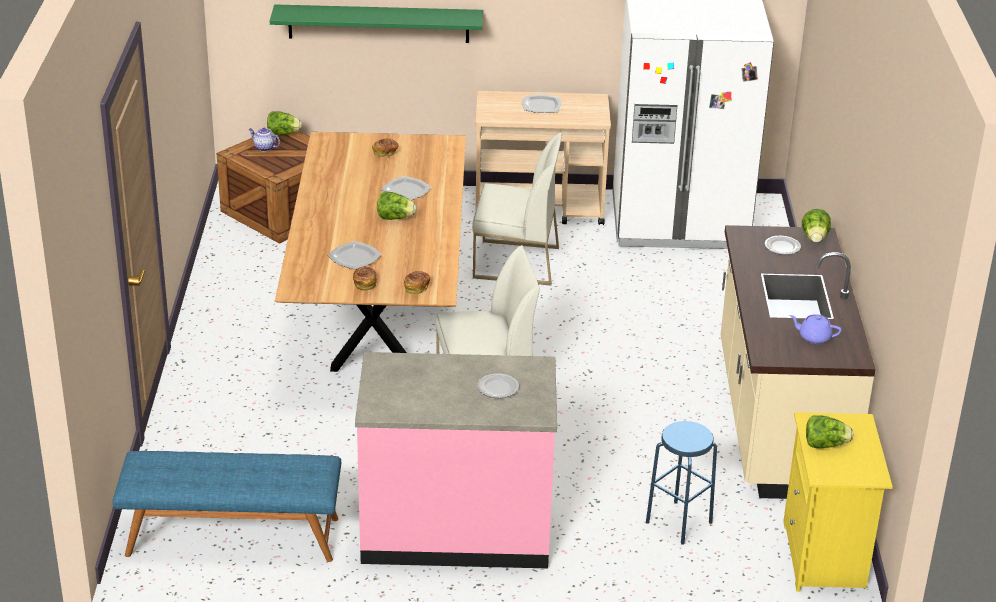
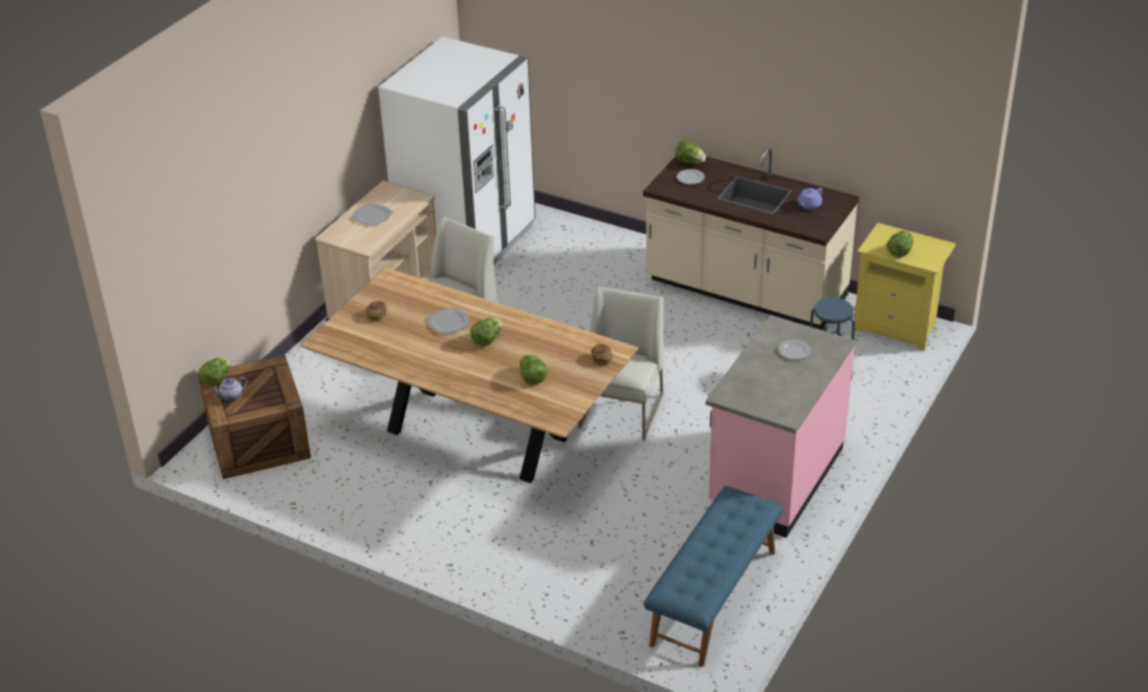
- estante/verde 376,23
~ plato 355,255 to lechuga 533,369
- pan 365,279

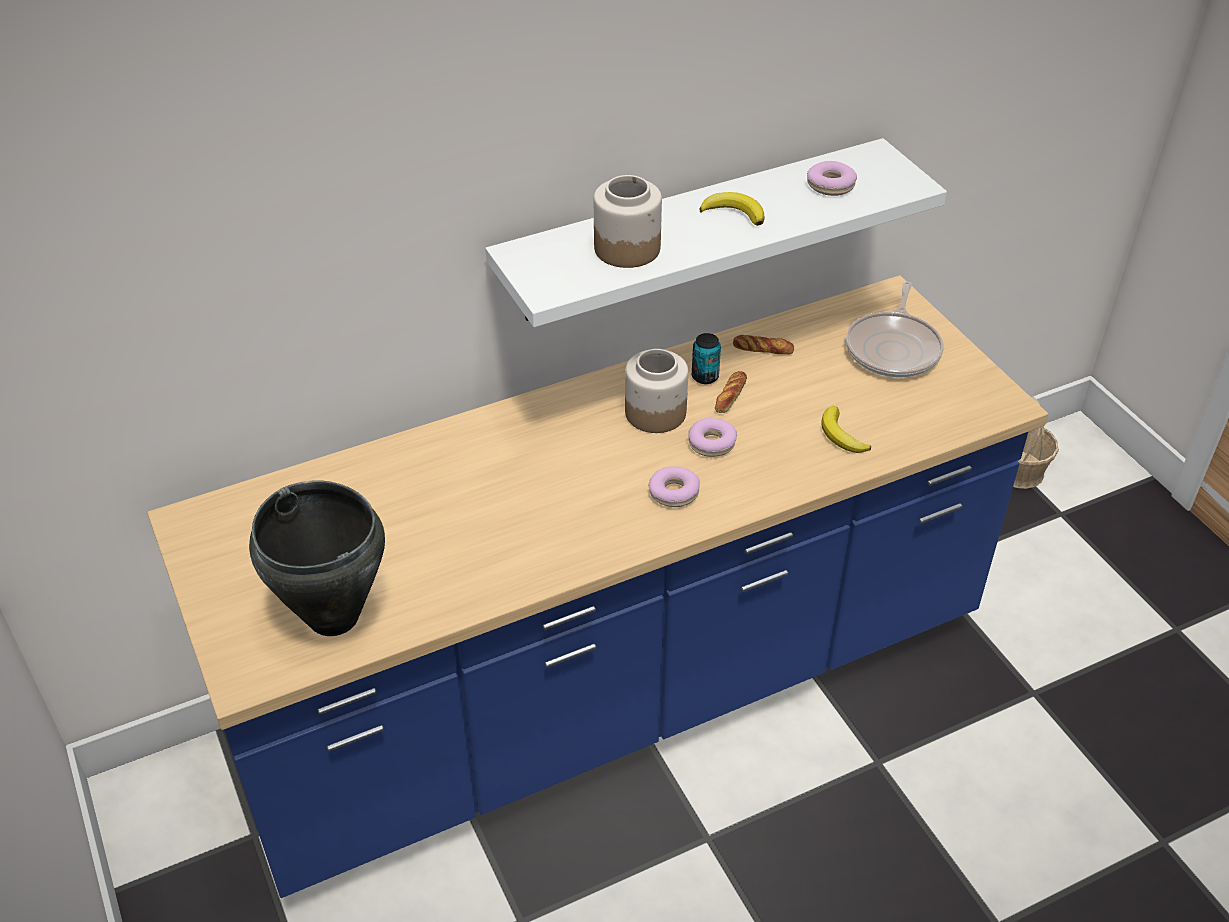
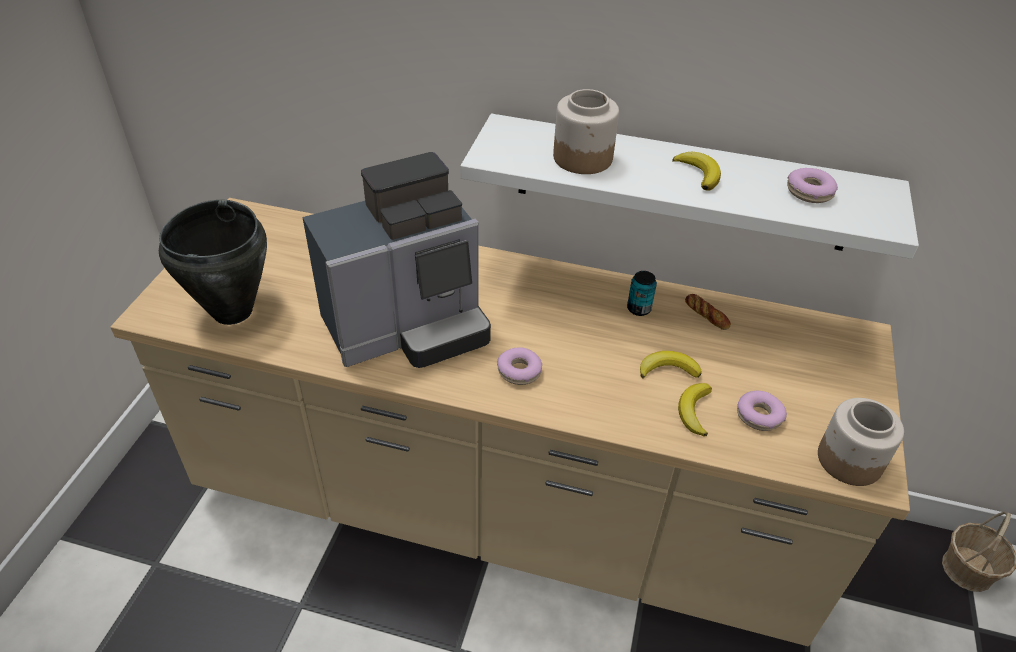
~ mueble bajo de cocina/azul 597,586 to mueble bajo de cocina/beis 510,422
- sartén 895,329
~ tarro 656,391 to 861,442
- pan 731,392
~ rosquilla 712,437 to 762,411
+ cafetera 396,260
+ plátano 671,365

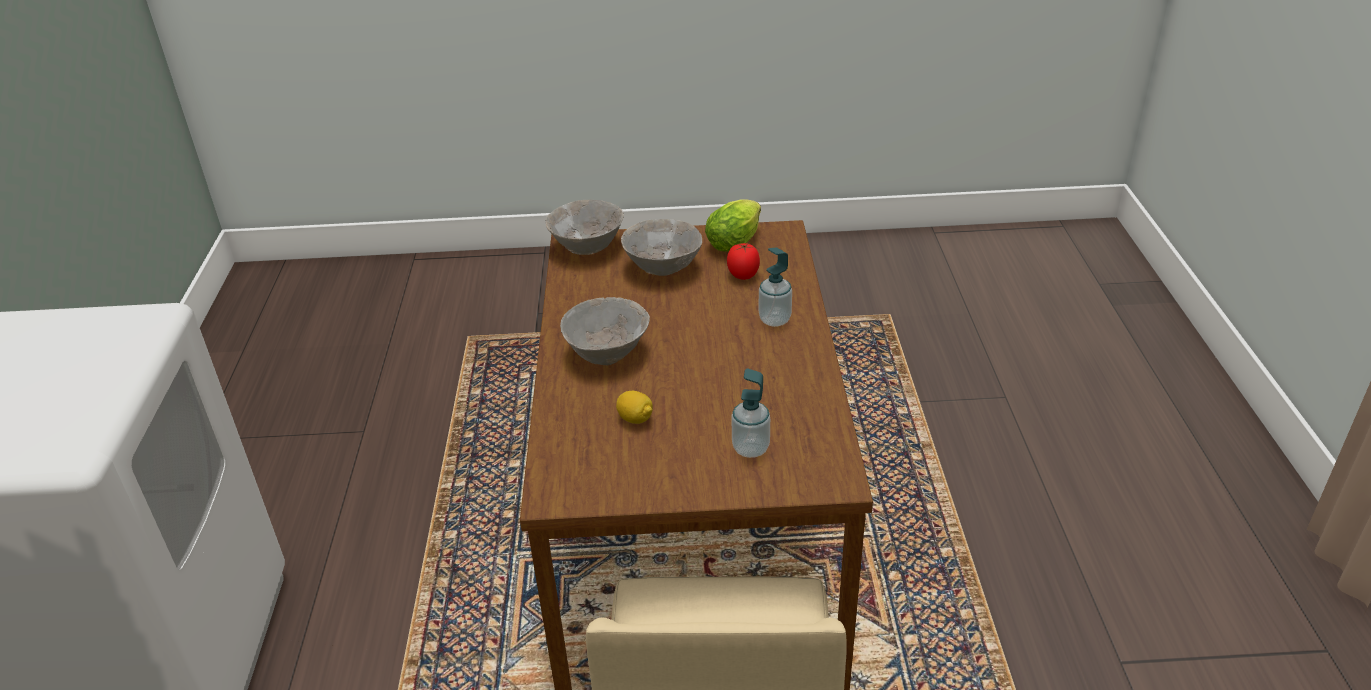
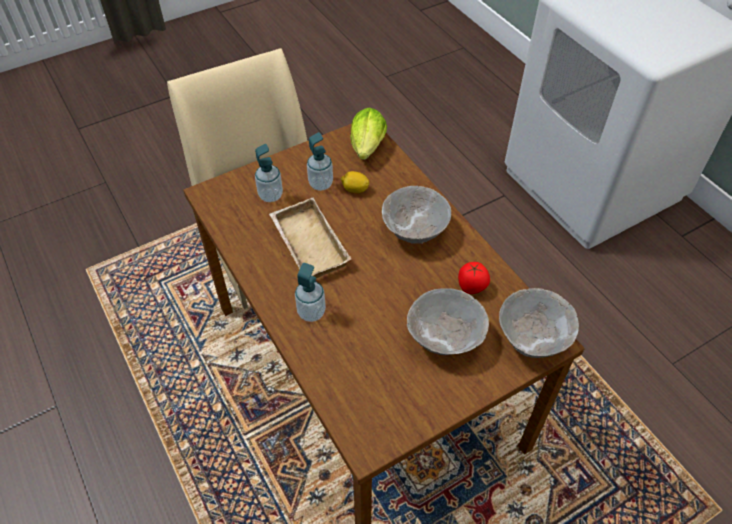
~ lechuga 733,225 to 368,134
~ tomate 743,261 to 474,278
+ dispensador de jabón 320,161
+ bandeja/beis 310,238

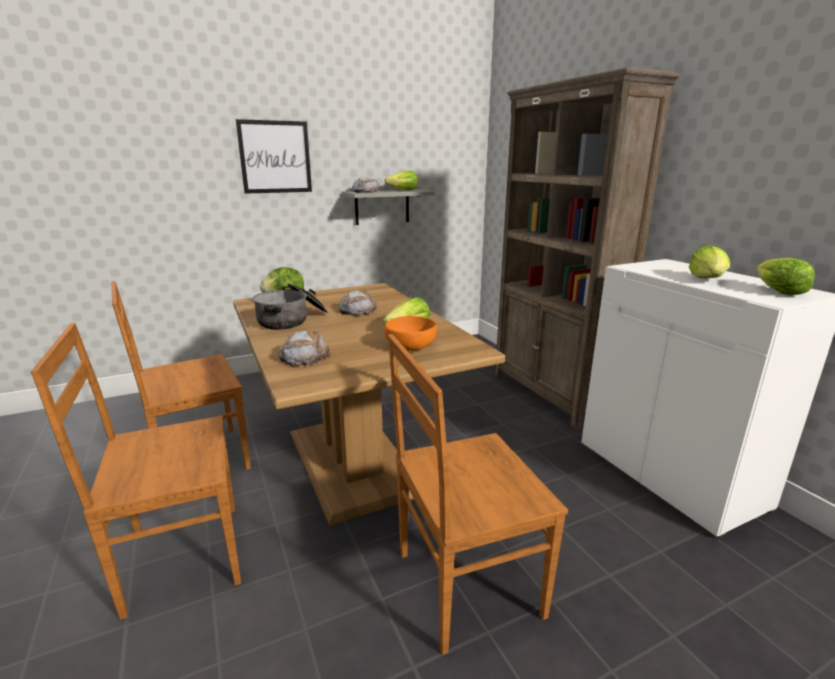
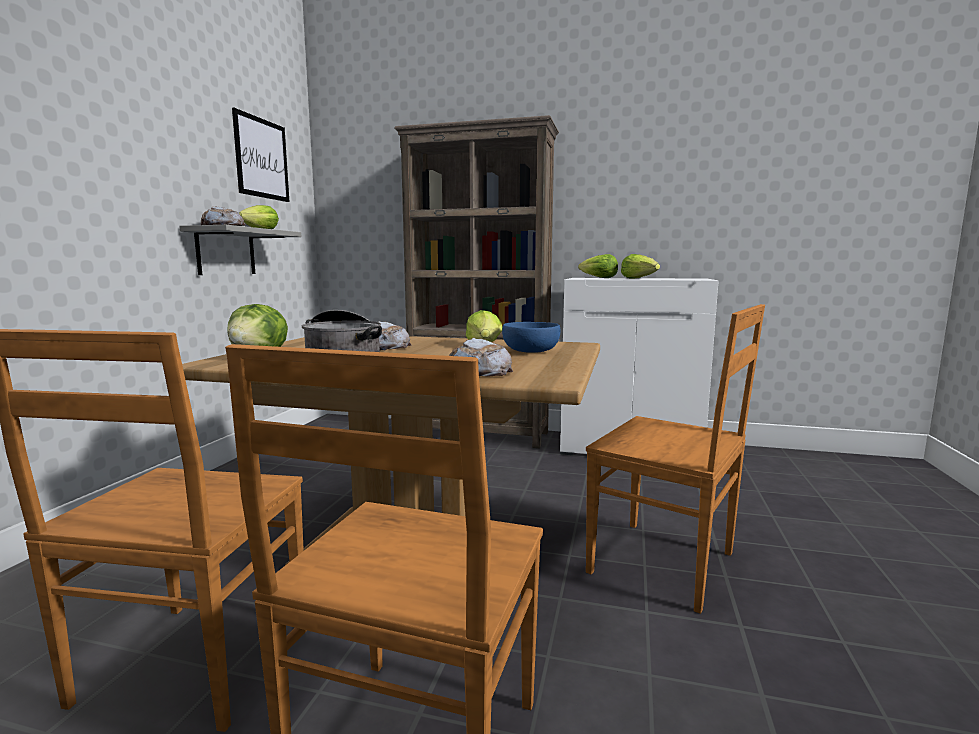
~ cuadro 274,156 to 260,155
~ lechuga 786,277 to 598,266
~ cuenco/naranja 410,333 to cuenco/azul 531,337
~ silla/marrón 478,494 = 675,459 75 degrees counterclockwise

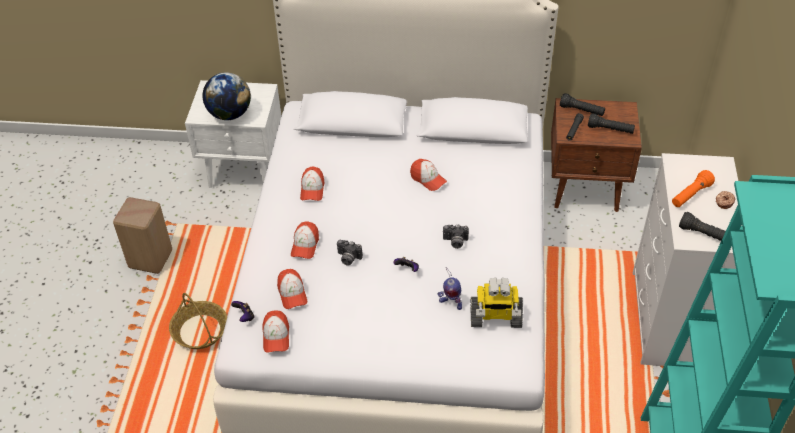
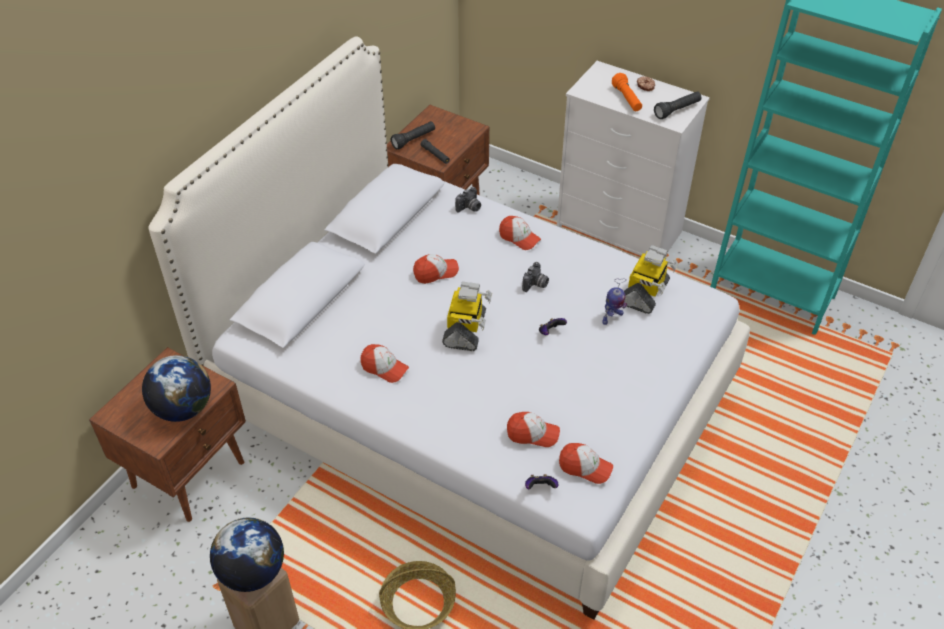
~ mesita de noche/blanco 233,134 to mesita de noche/marrón 167,434
- linterna/negro 611,123
~ gorra 305,240 to 520,233
~ cámara 350,253 to 468,200
+ robot de juguete 467,316
+ globo terráqueo 247,555

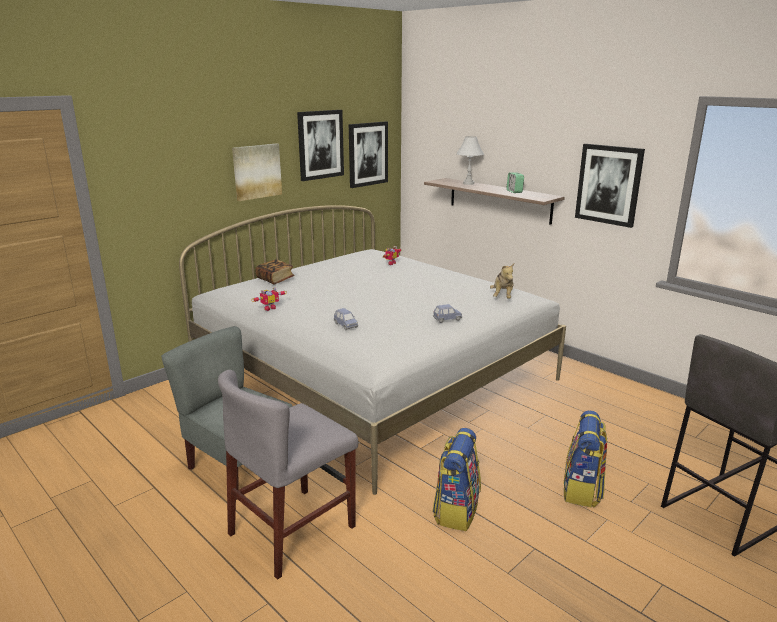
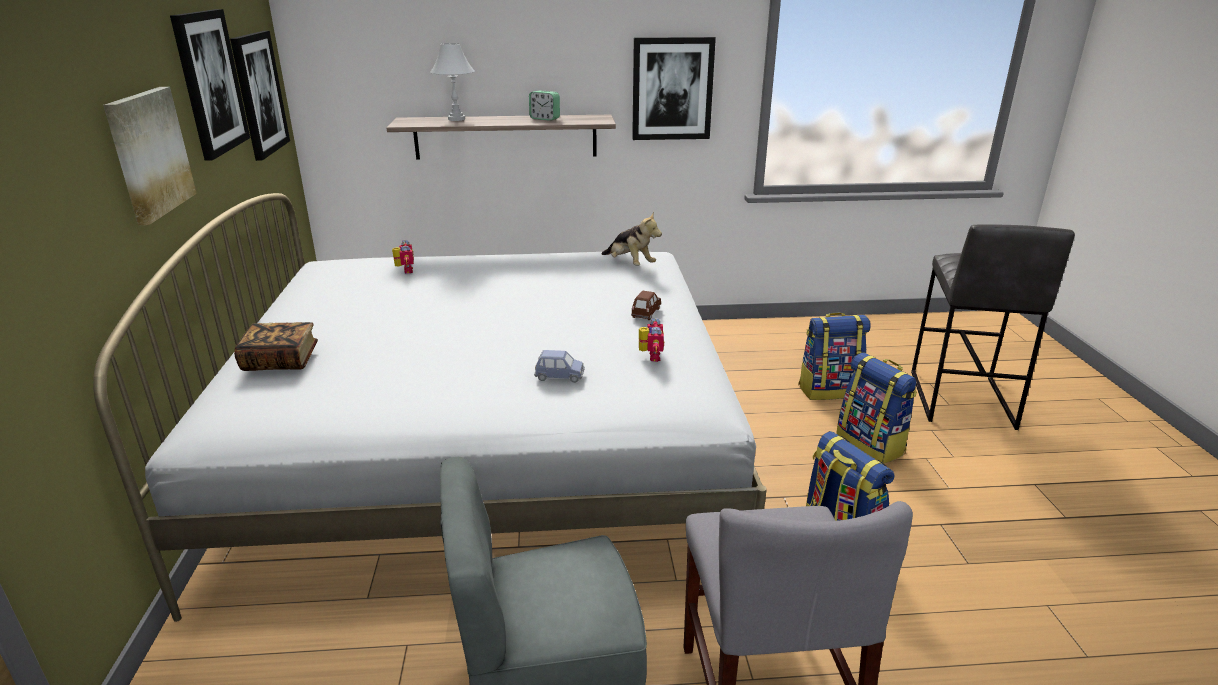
~ robot de juguete 269,299 to 651,340
~ coche de juguete/azul 447,313 to coche de juguete/marrón 646,305
+ mochila 834,356

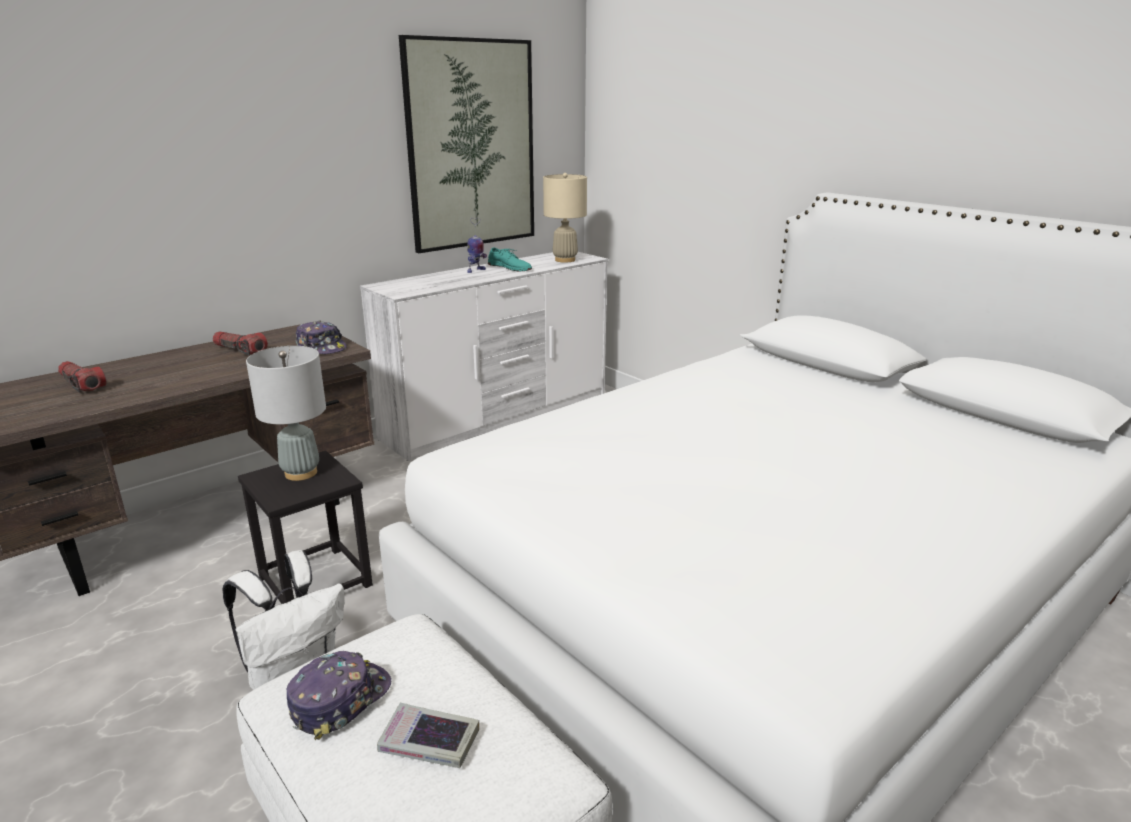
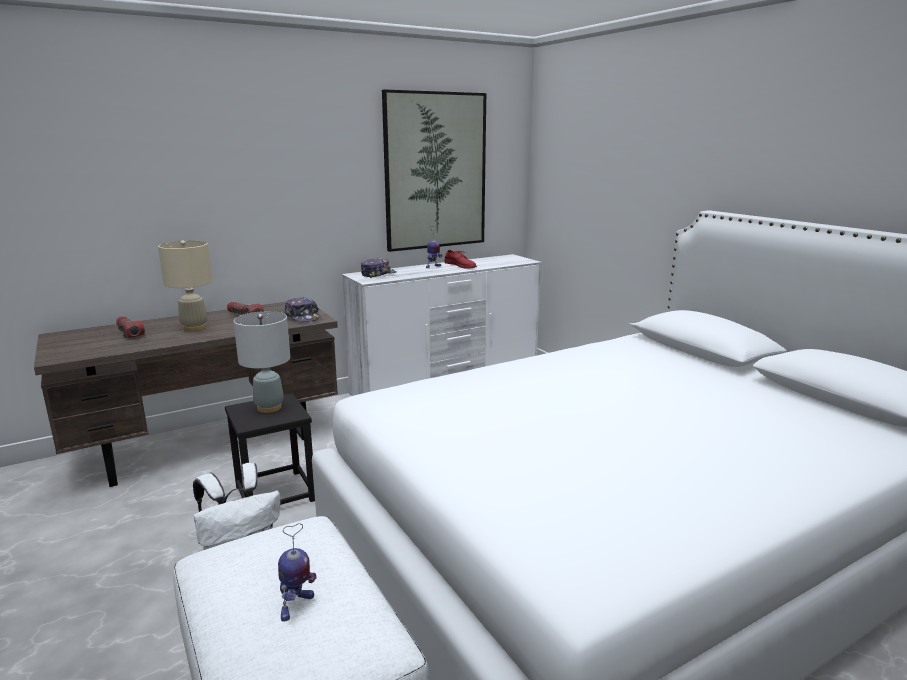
~ lámpara de mesa/beis 565,218 to 185,285
~ zapato/turquesa 510,259 to zapato/rojo 460,259
~ gorra 339,695 to 379,268
~ libro 428,735 to robot de juguete 297,572

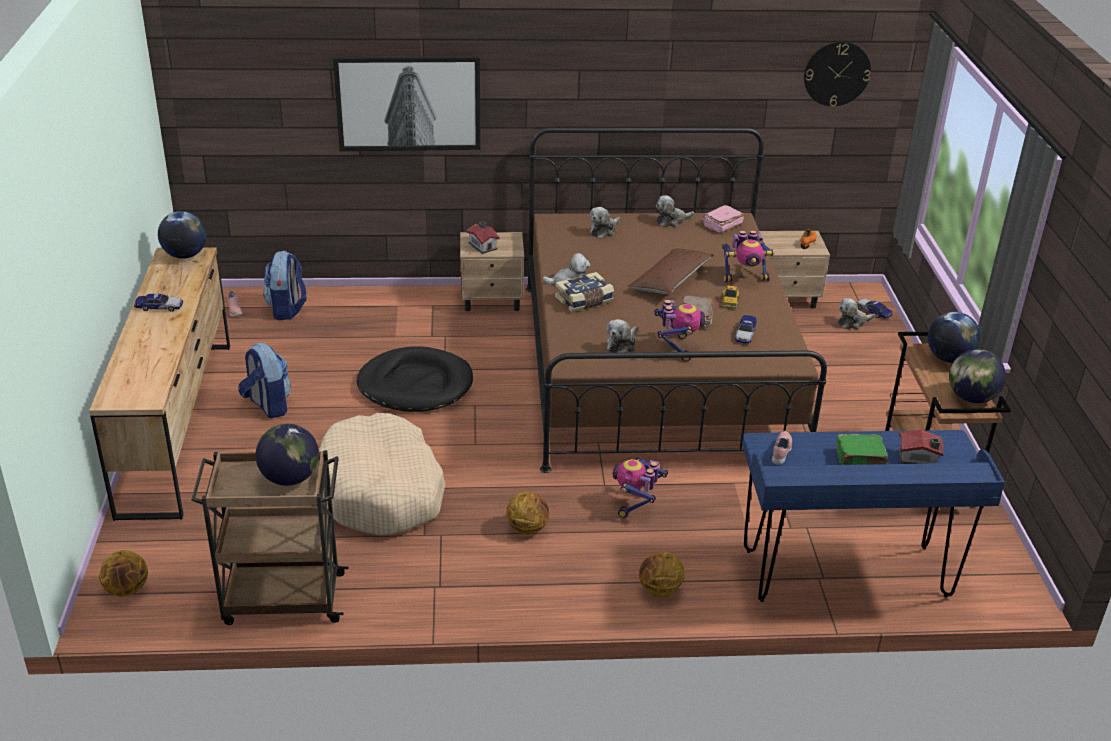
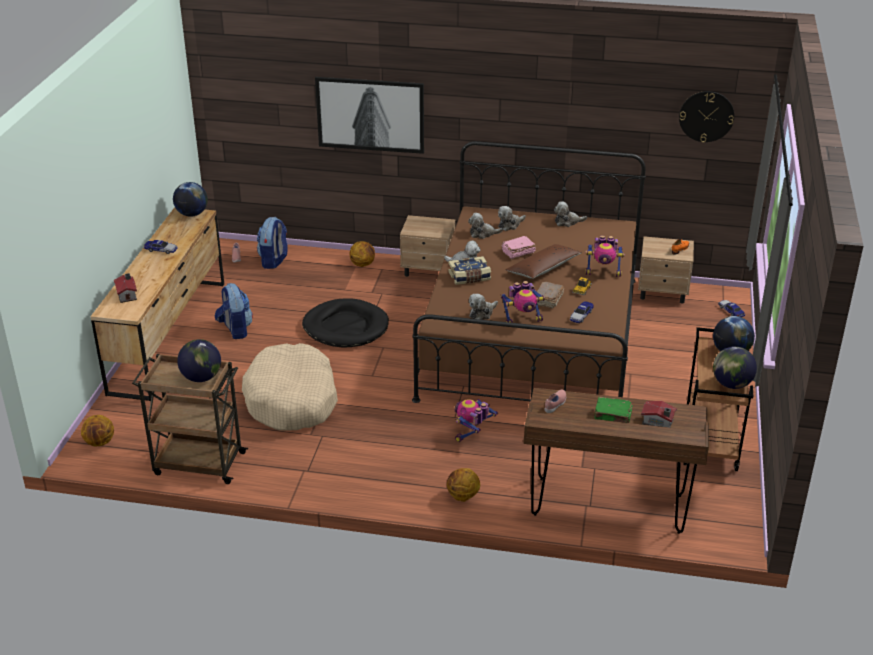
~ libro/rosa 723,219 to 519,247
~ casita 483,237 to 125,288
~ peluche 856,313 to 485,226
~ robot de juguete 680,331 = 522,302 60 degrees clockwise
~ escritorio/azul 873,516 to escritorio/marrón 616,461
~ balón de baloncesto 527,513 to 362,254

